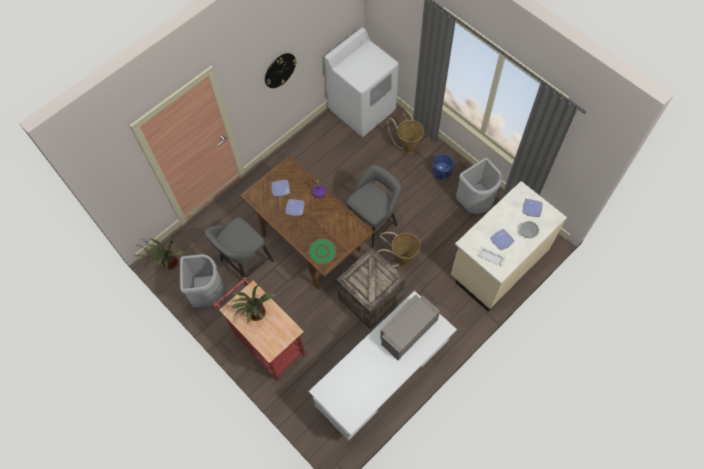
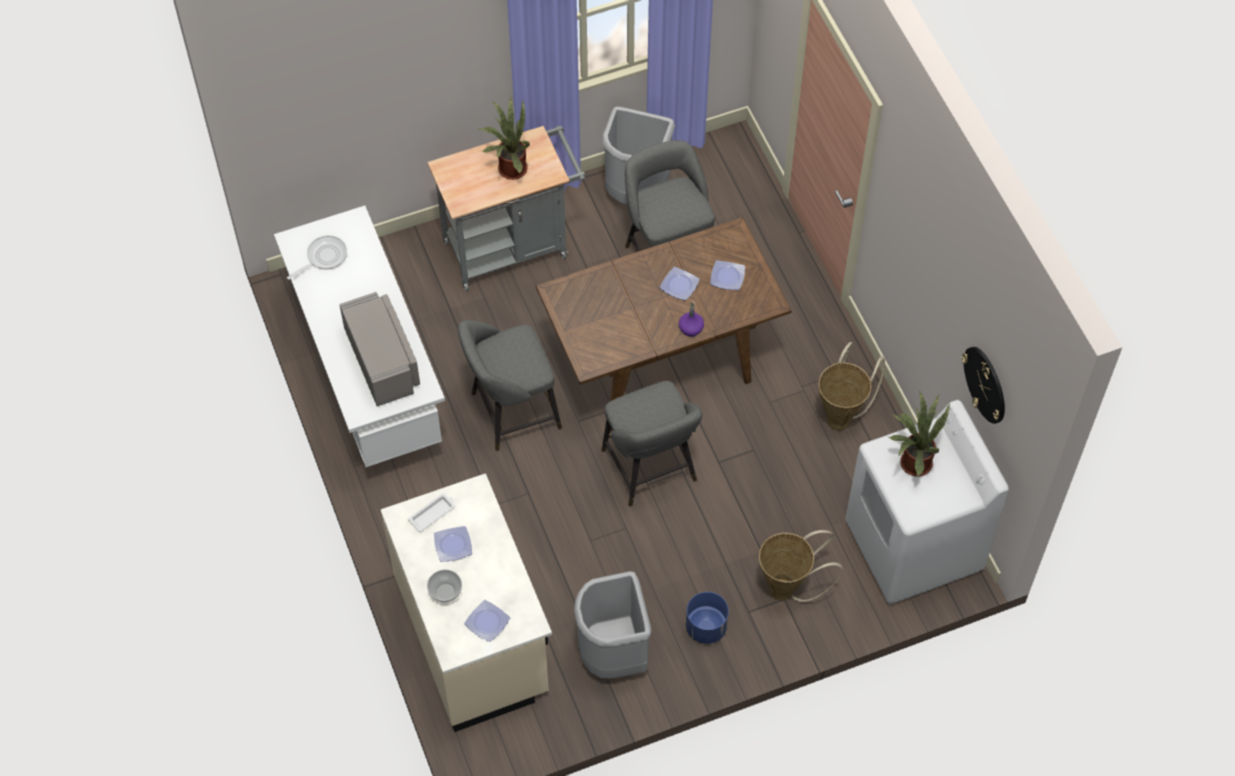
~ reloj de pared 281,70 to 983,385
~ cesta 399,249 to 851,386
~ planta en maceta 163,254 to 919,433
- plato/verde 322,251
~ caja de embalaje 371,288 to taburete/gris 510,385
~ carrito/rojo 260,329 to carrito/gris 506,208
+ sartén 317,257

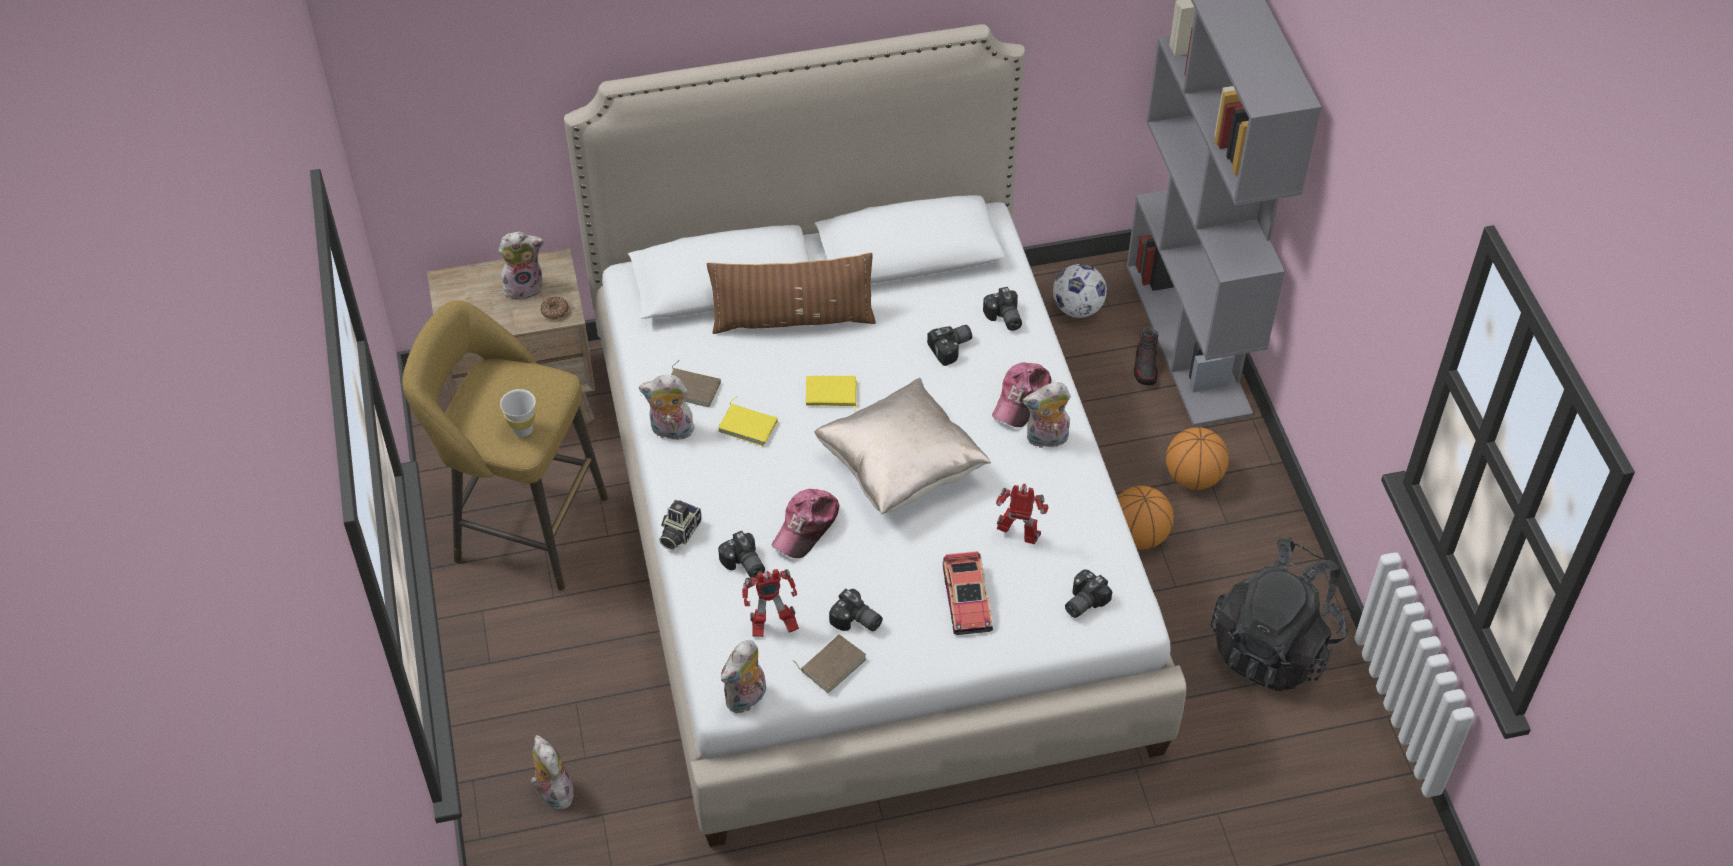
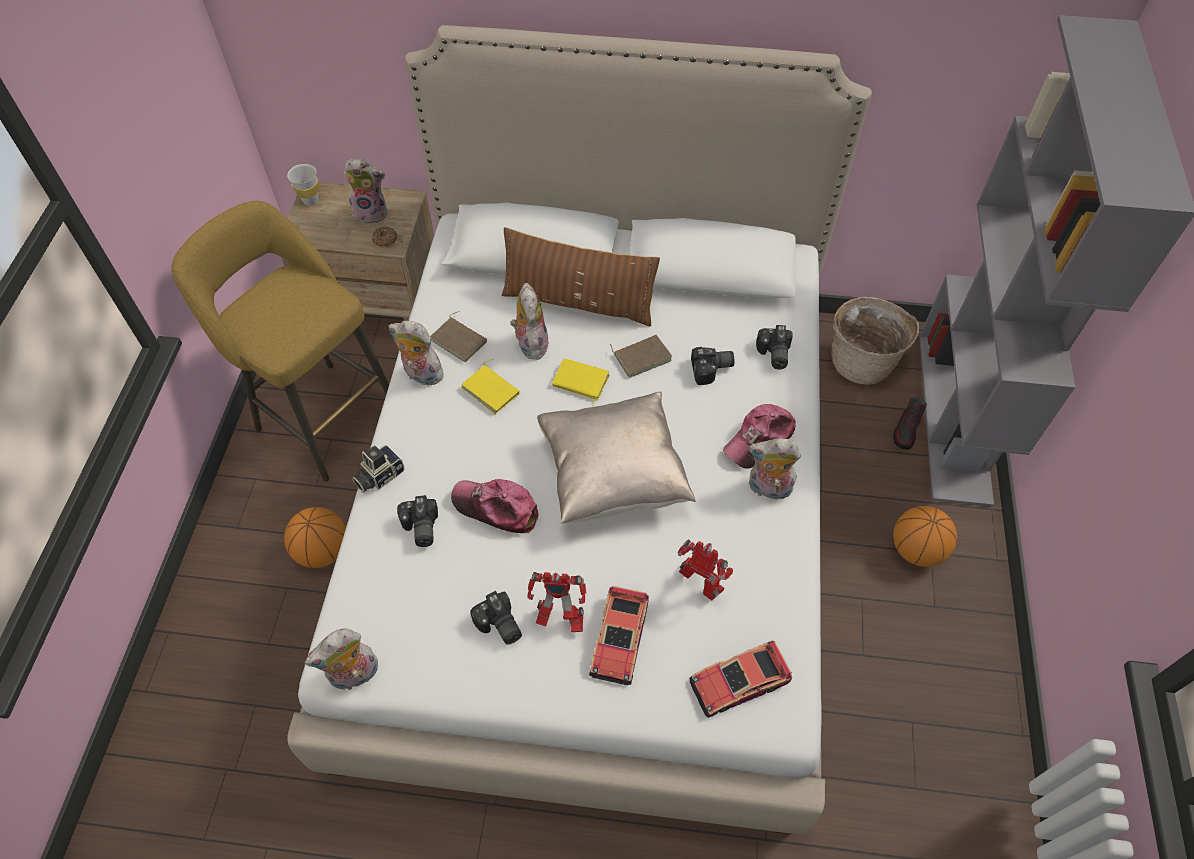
~ balón de fútbol 1080,291 to cesta 875,341
~ taza/blanco 518,413 to 303,185
~ balón de baloncesto 1145,518 to 315,537
~ gorra 806,523 = 494,506 60 degrees clockwise
- mochila/negro 1279,614
~ robot de juguete 770,603 to 556,602
~ cámara 1088,594 to coche de juguete 741,679
~ libro/marrón 829,663 to 641,356
~ peluche 552,772 to 530,321

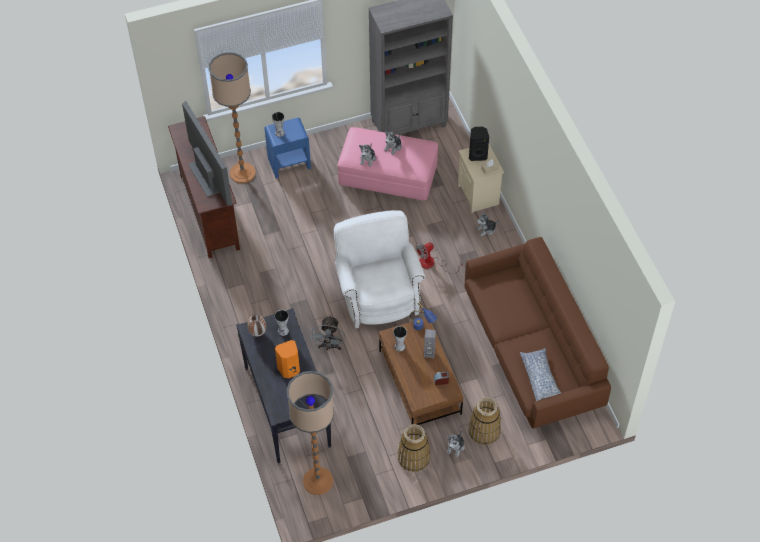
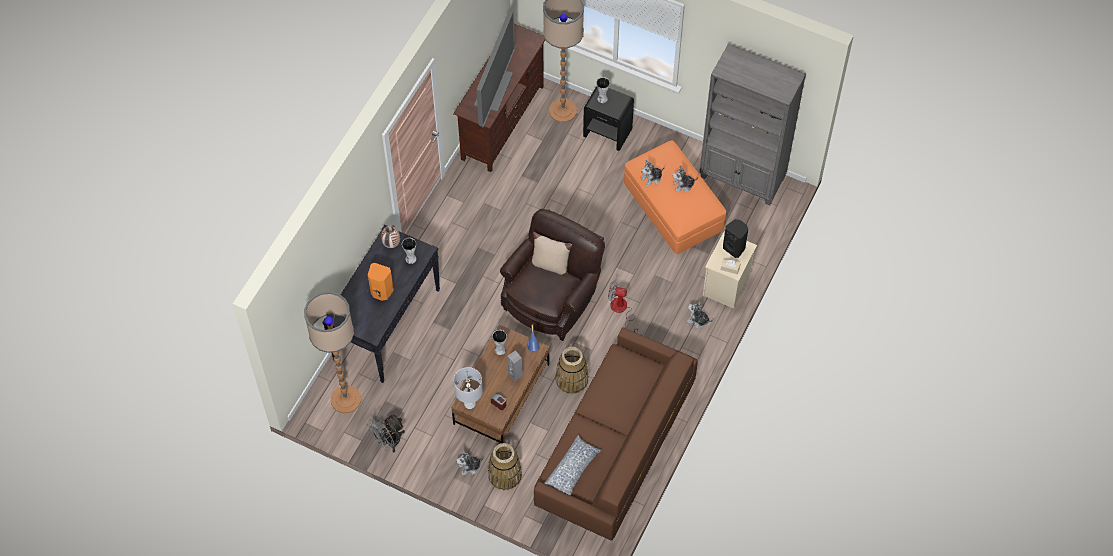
~ mesita de noche/azul 287,148 to mesita de noche/negro 608,118
~ puf/rosa 388,164 to puf/naranja 675,197
~ sillón/blanco 379,269 to sillón/marrón 552,275
~ ventilador/gris 328,332 to 386,433
~ cesta 414,448 to 572,370
+ cojín/beis 551,255
+ lámpara de mesa/gris 468,388

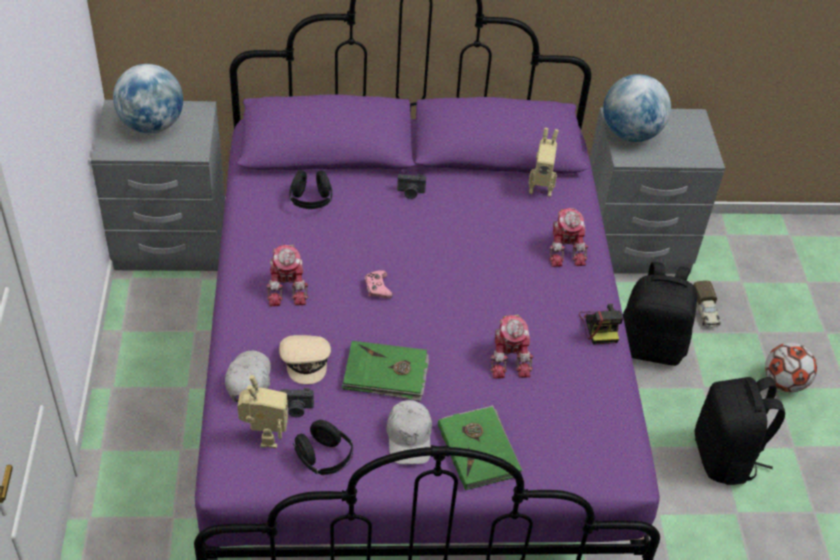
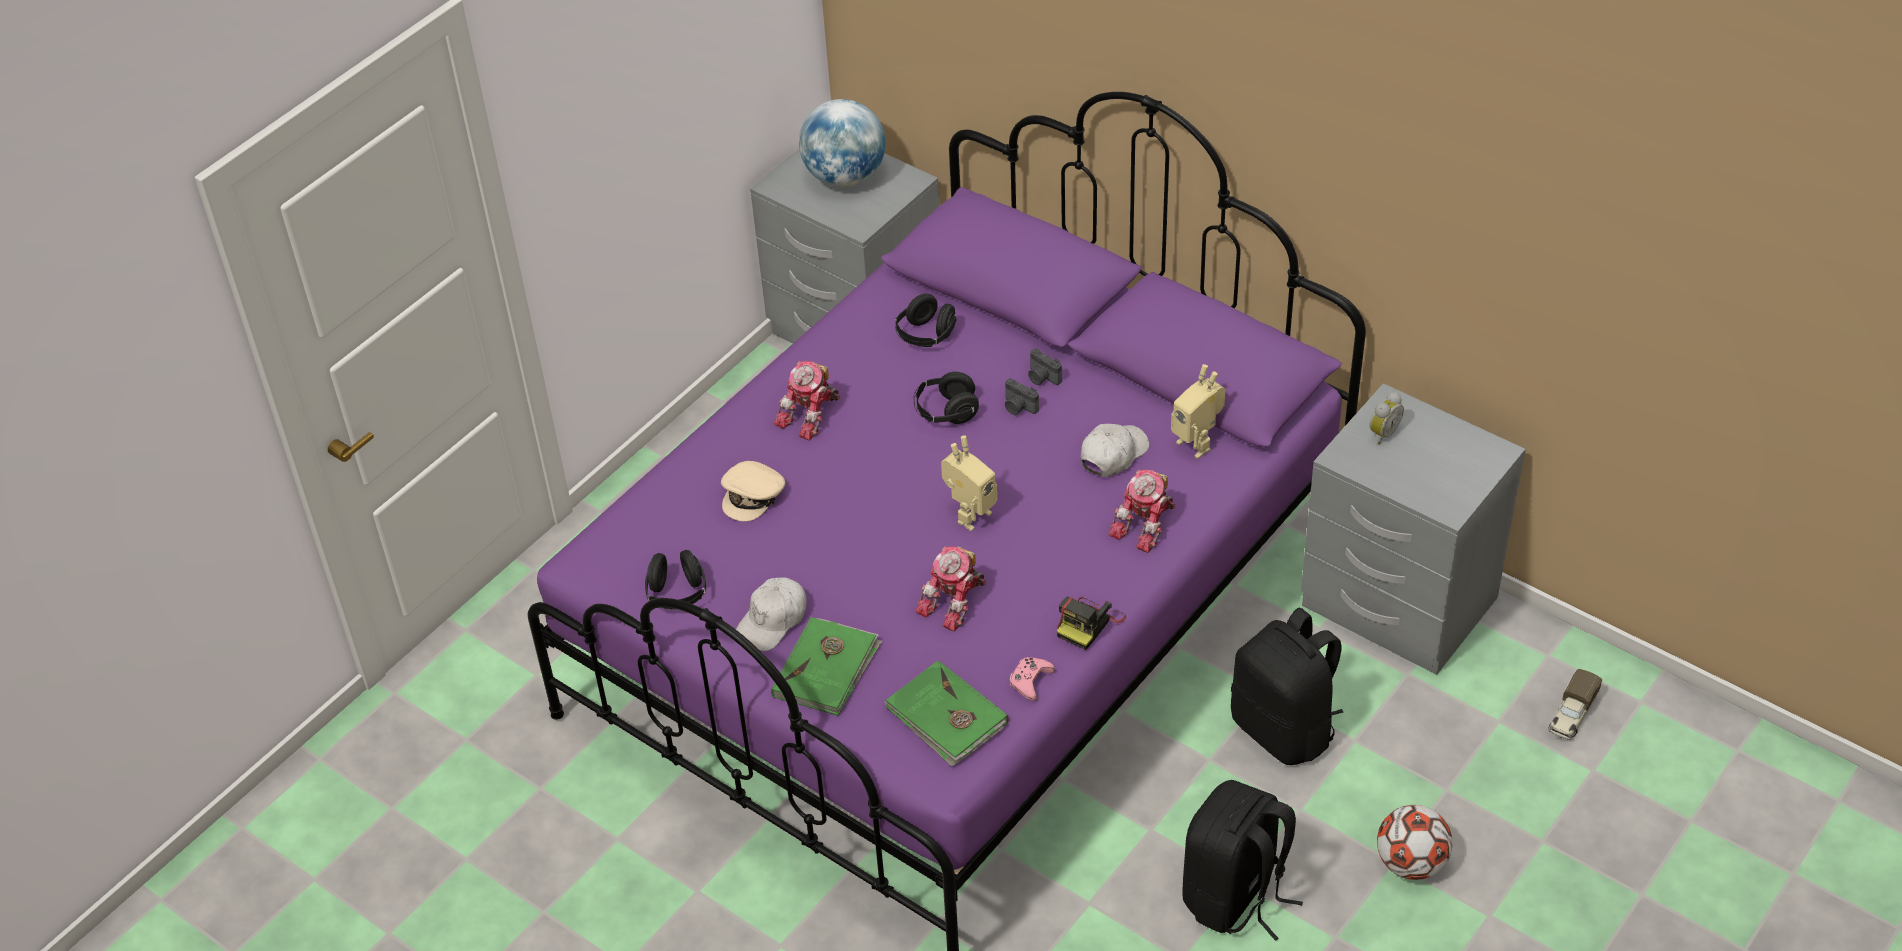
~ globo terráqueo 637,108 to despertador 1387,418
~ mando de consola/rosa 379,284 to 1032,679
~ camión de juguete 707,304 to 1575,704
~ libro/verde 385,371 to 947,713
~ gorra/blanco 248,376 to 1115,450
~ robot de juguete 262,411 to 969,483
~ cámara 297,402 to 1022,396
+ auriculares/negro 946,398

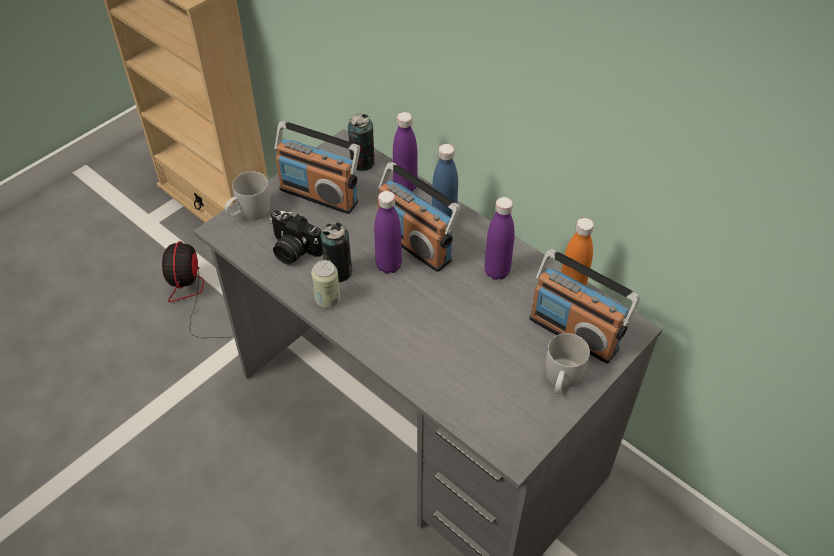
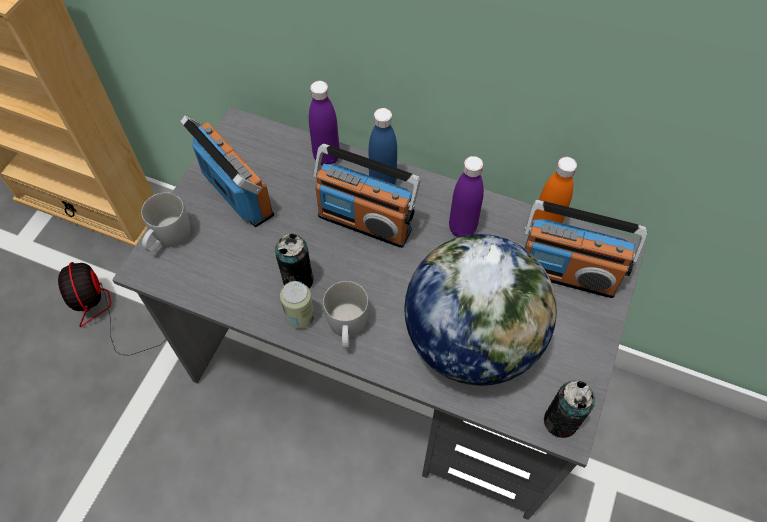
~ lata 361,142 to 569,409
~ radio 317,167 = 227,171 135 degrees counterclockwise
- botella/morado 388,232
- cámara 296,237
~ taza grande/blanco 568,363 to 346,315
+ globo terráqueo 480,310

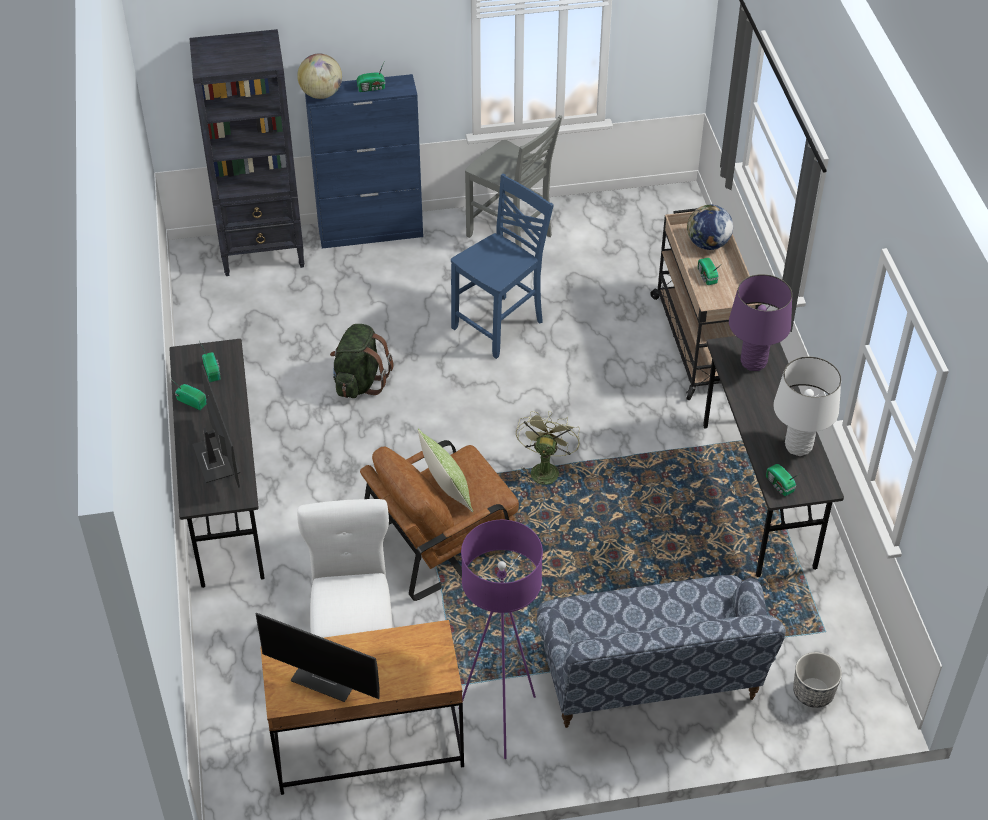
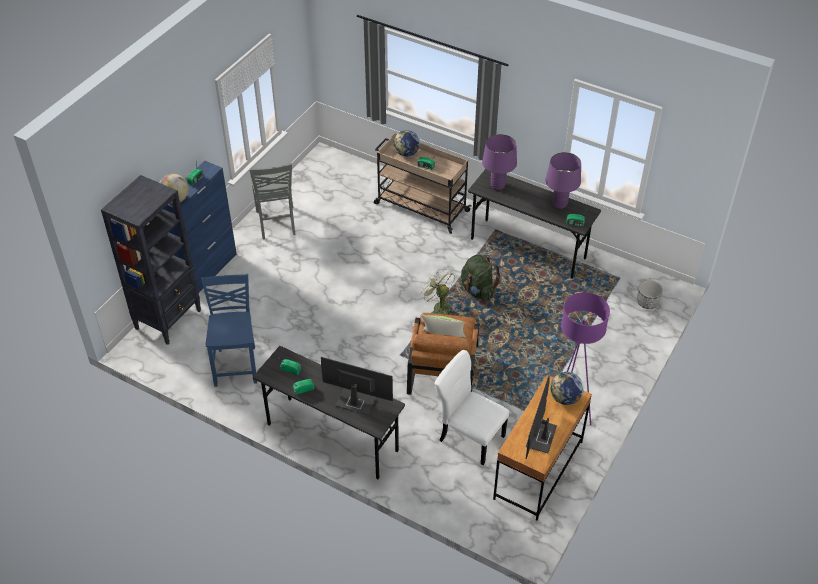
~ silla/gris 513,181 = 272,201 90 degrees clockwise
~ silla/azul 502,266 to 229,330
~ mochila/verde 362,361 to 481,278
~ lámpara de mesa/blanco 807,406 to lámpara de mesa/morado 563,180
- sofá 661,651
~ monitor 318,657 = 541,417 135 degrees clockwise
+ globo terráqueo 567,388

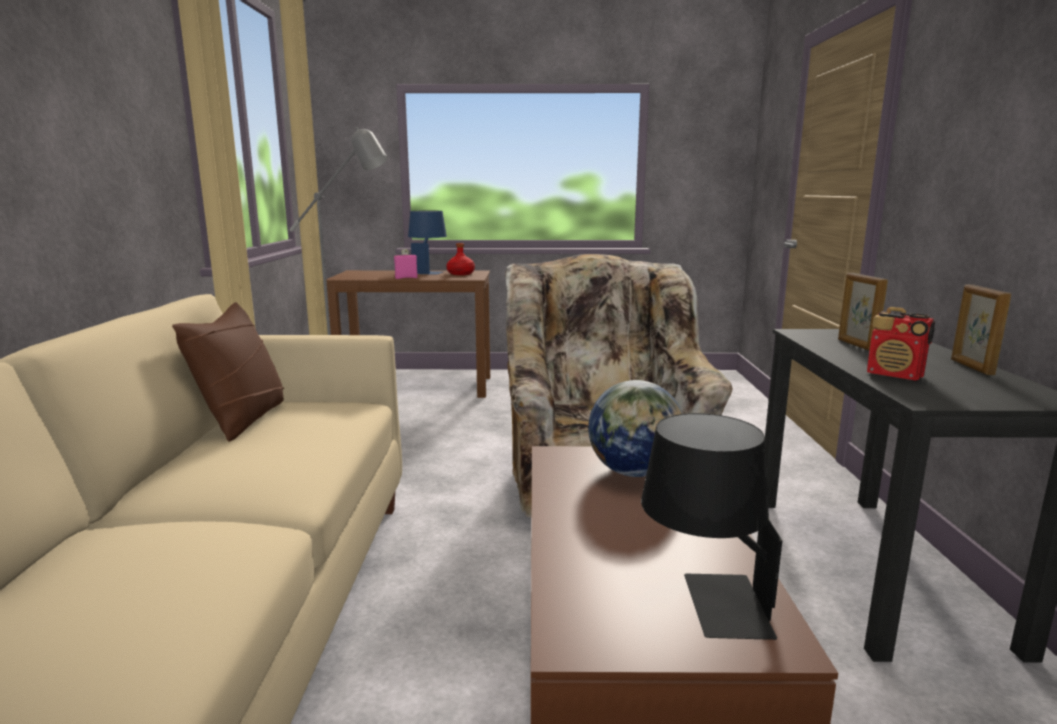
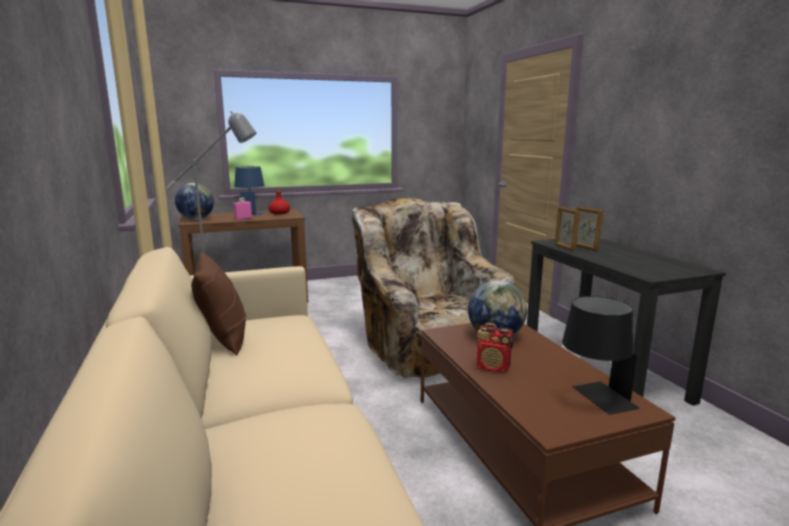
~ portarretratos 981,329 to 567,228
~ radio 901,344 to 495,348
+ globo terráqueo 194,201

